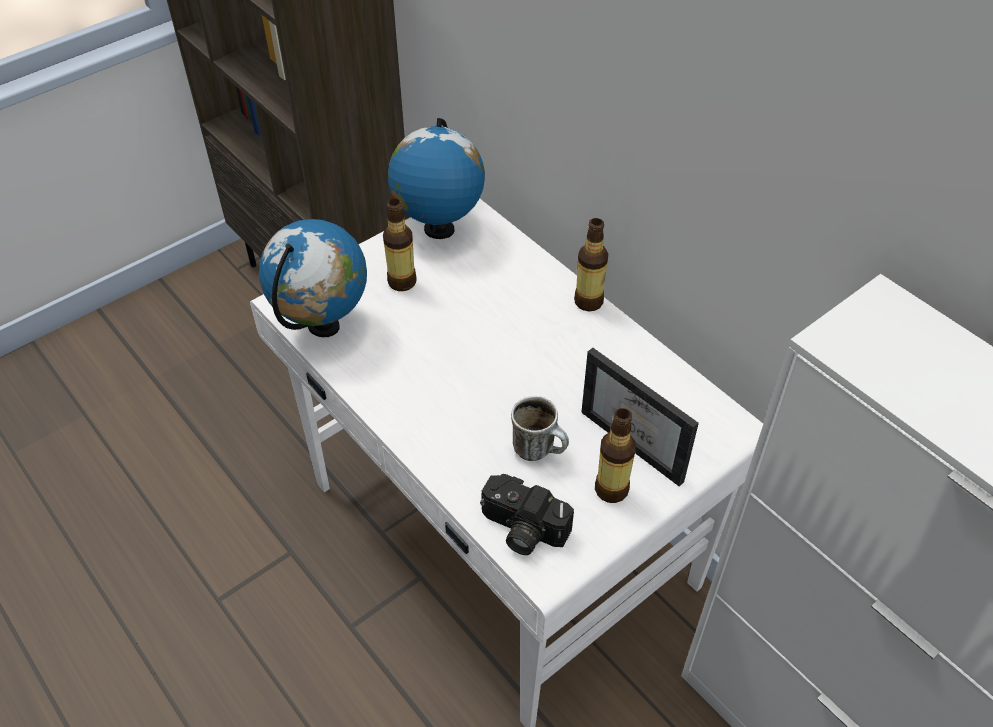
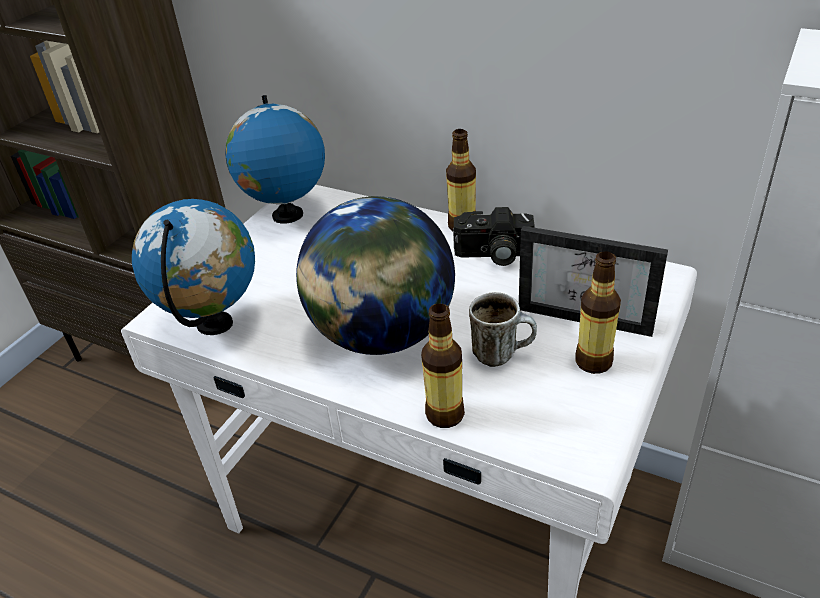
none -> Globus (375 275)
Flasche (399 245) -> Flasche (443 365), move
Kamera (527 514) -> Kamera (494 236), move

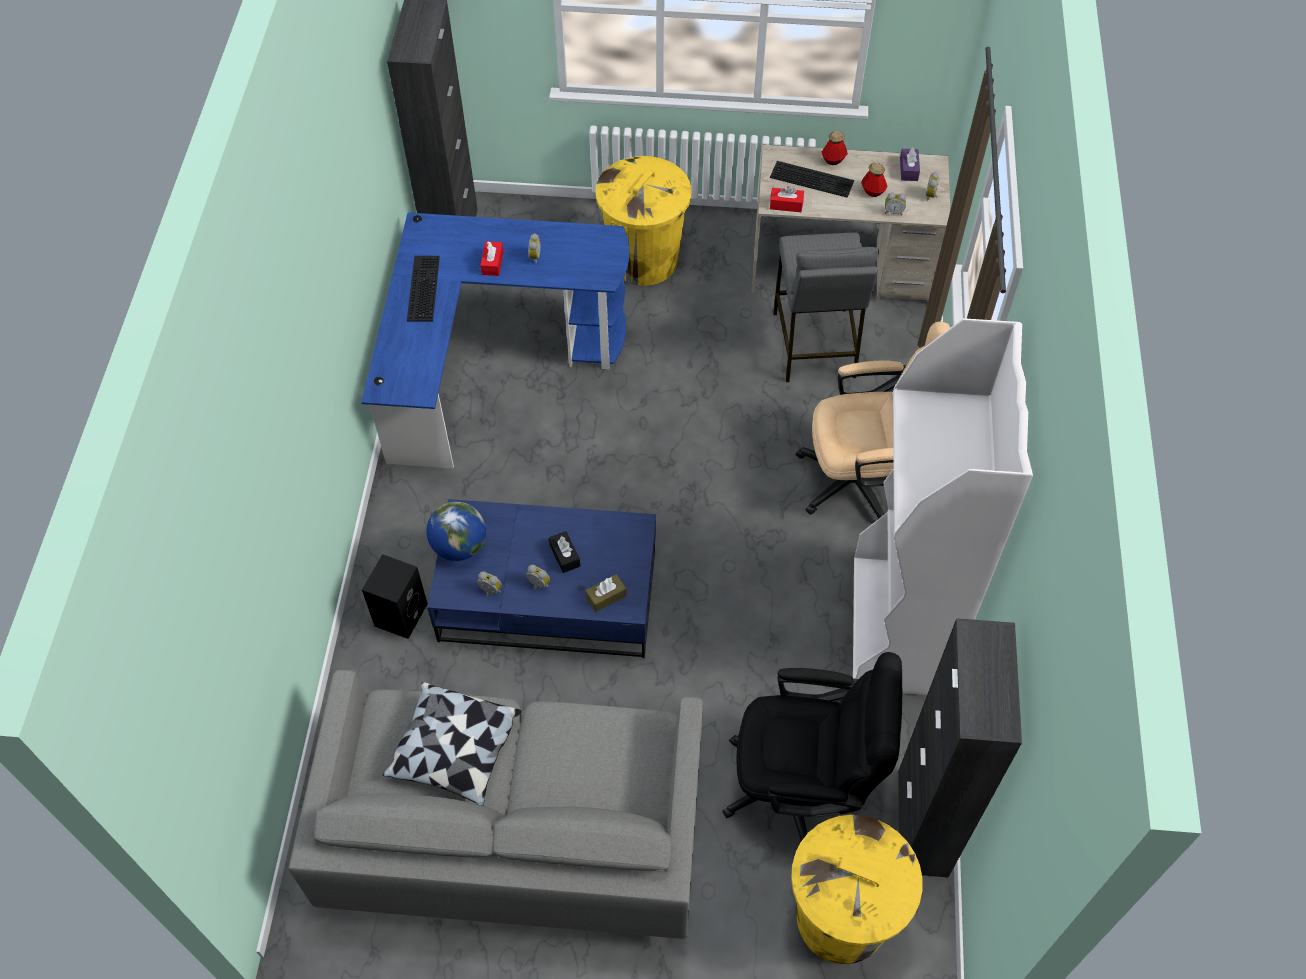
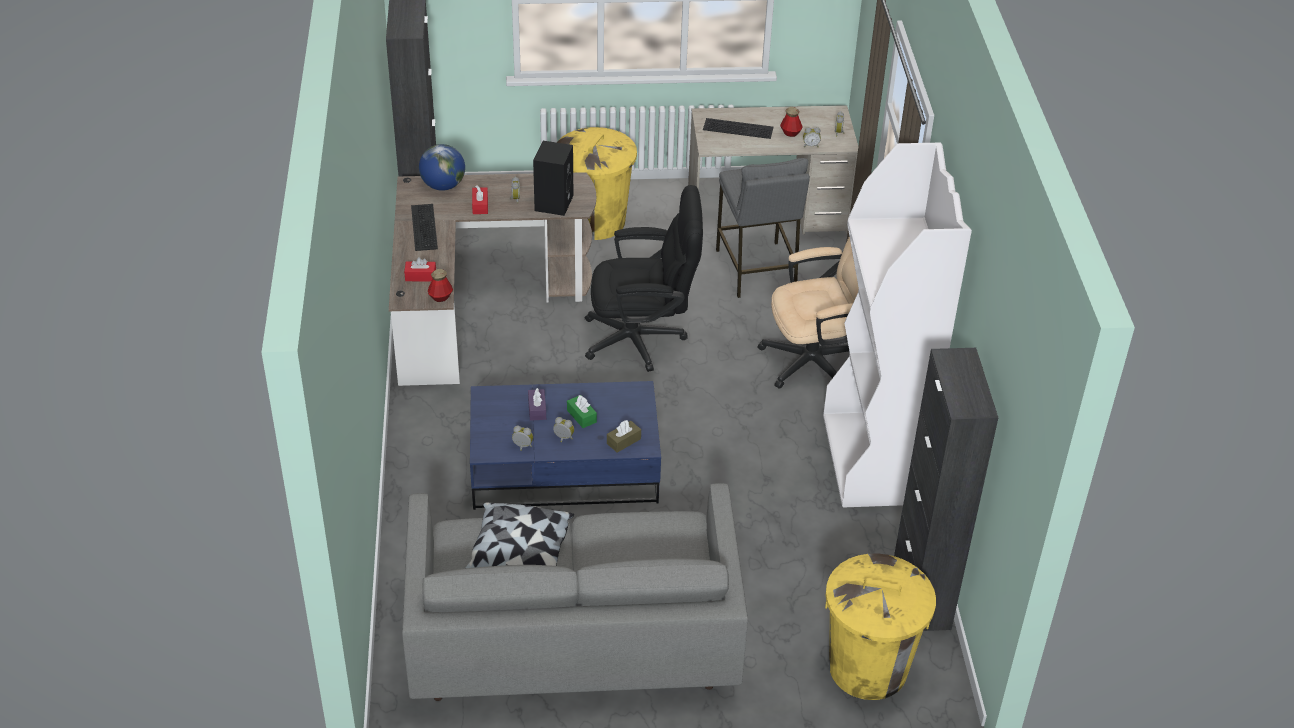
Schreibtisch (blau) (495 340) -> Schreibtisch (braun) (492 279)
Taschentuchbox (rot) (787 199) -> Taschentuchbox (rot) (420 269), move
Globus (456 531) -> Globus (442 167), move
Flasche (835 148) -> Flasche (440 285), move
Taschentuchbox (lila) (910 164) -> Taschentuchbox (lila) (537 404), move
Lautsprecher (schwarz) (394 596) -> Lautsprecher (schwarz) (553 178), move
Taschentuchbox (schwarz) (564 552) -> Taschentuchbox (grün) (582 411)
Bürostuhl (schwarz) (812 747) -> Bürostuhl (schwarz) (644 278), move

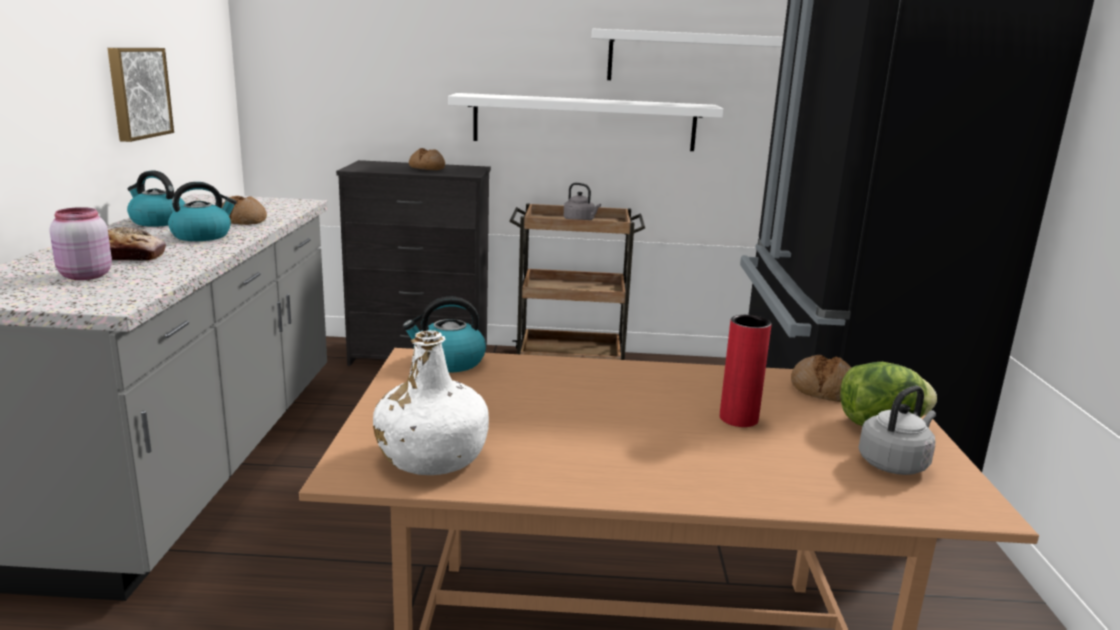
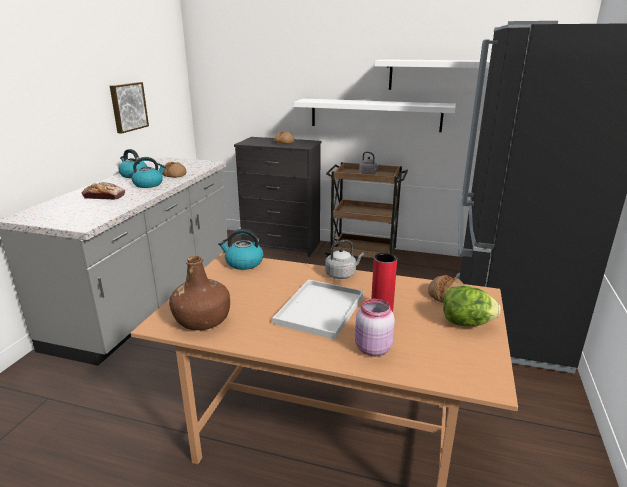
Flasche (weiß) (431 402) -> Flasche (braun) (199 293)
none -> Tablett (weiß) (318 309)
Wasserkessel (grau) (897 430) -> Wasserkessel (grau) (344 259), move
Vorratsglas (rosa) (80 243) -> Vorratsglas (rosa) (375 327), move

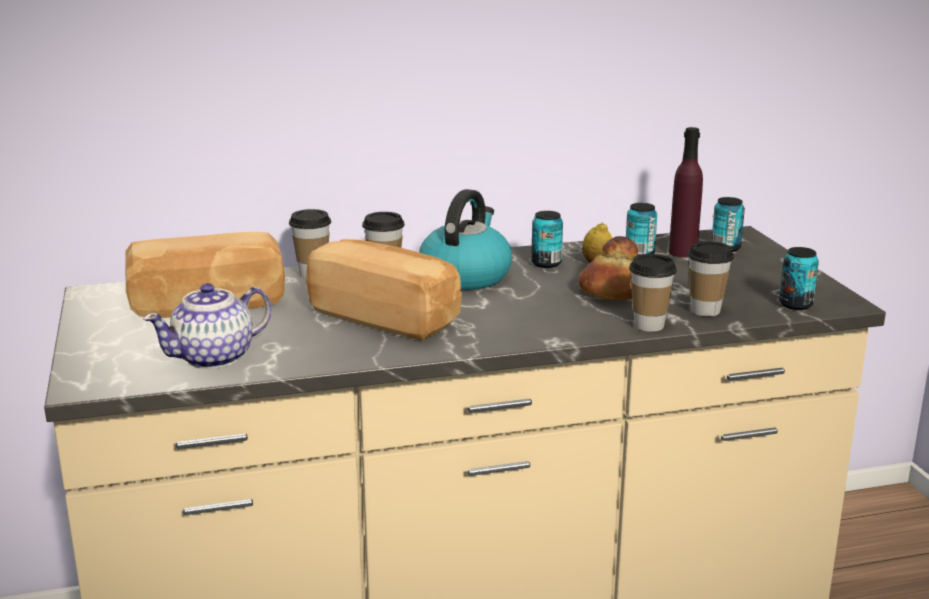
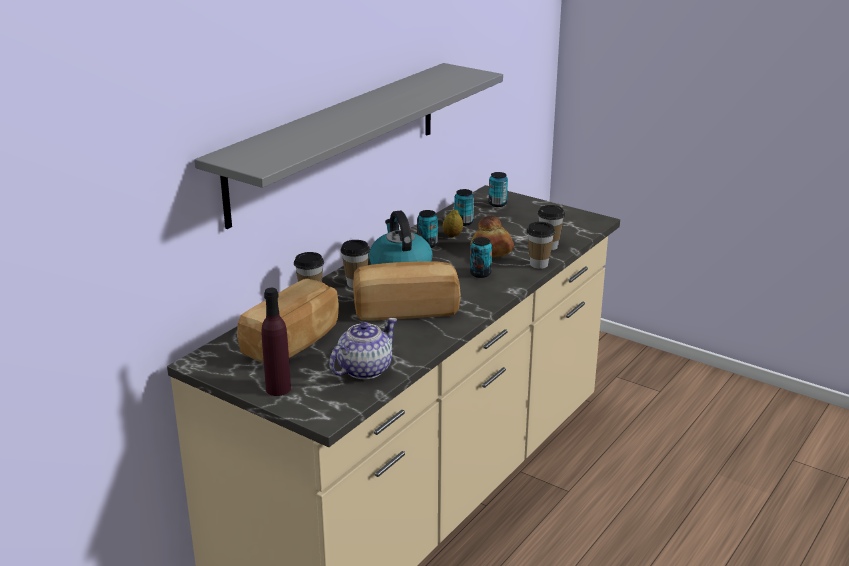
none -> Wandregal (grau) (348 146)
Flasche (lila) (686 192) -> Flasche (lila) (276 342), move
Teekanne (207 326) -> Teekanne (363 348), 150 degrees counterclockwise
Dose (799 278) -> Dose (481 257), move

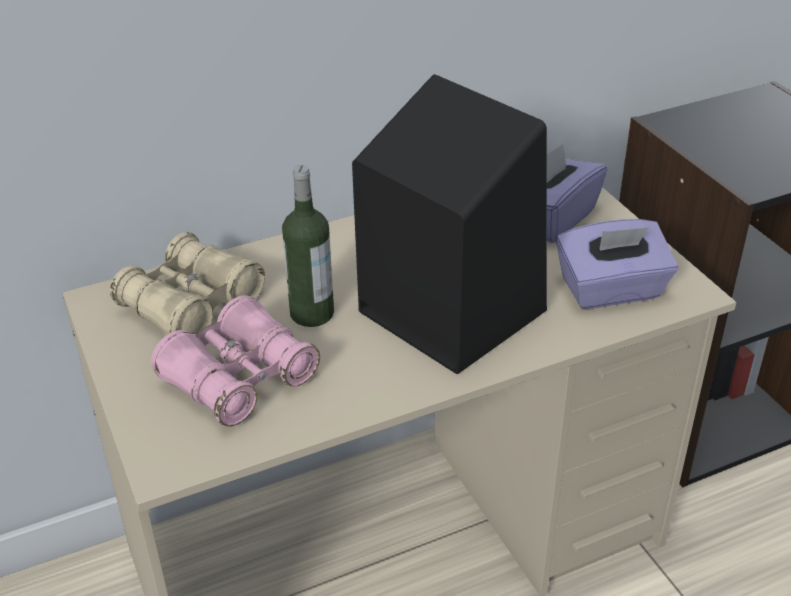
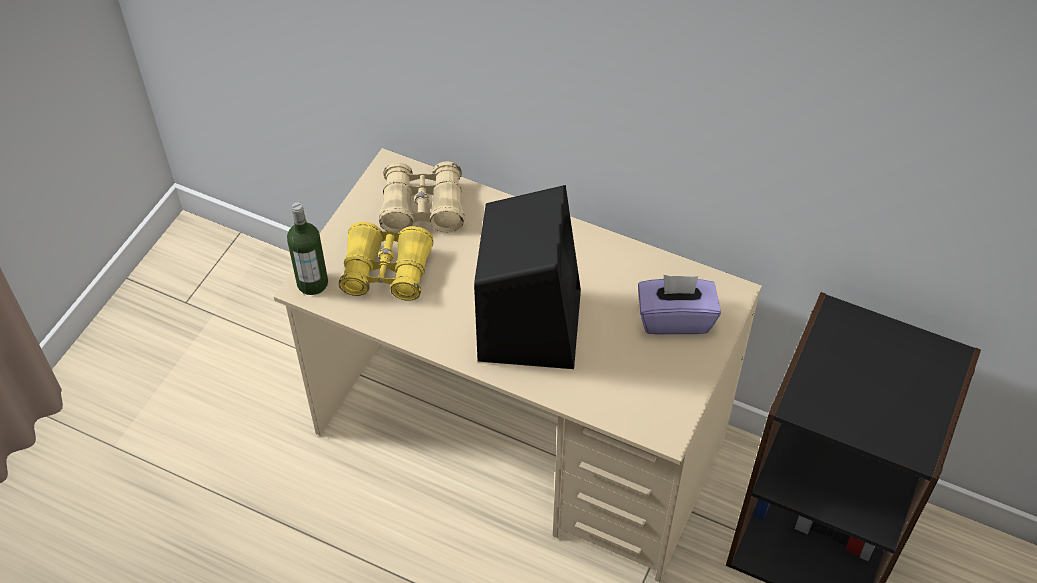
Flasche (308 246) -> Flasche (307 248), move
Fernglas (rosa) (235 361) -> Fernglas (gelb) (386 261)
Taschentuchbox (lila) (617 264) -> none

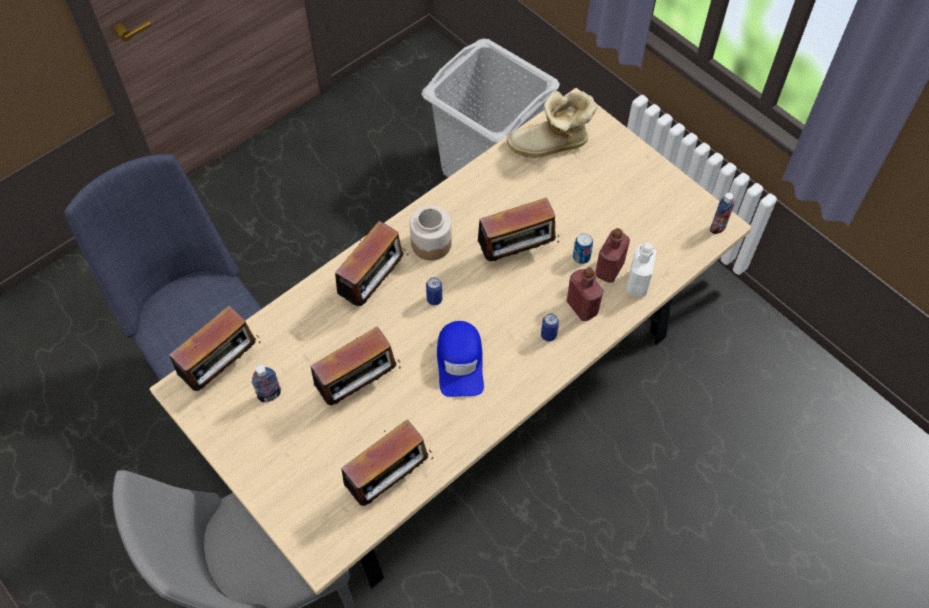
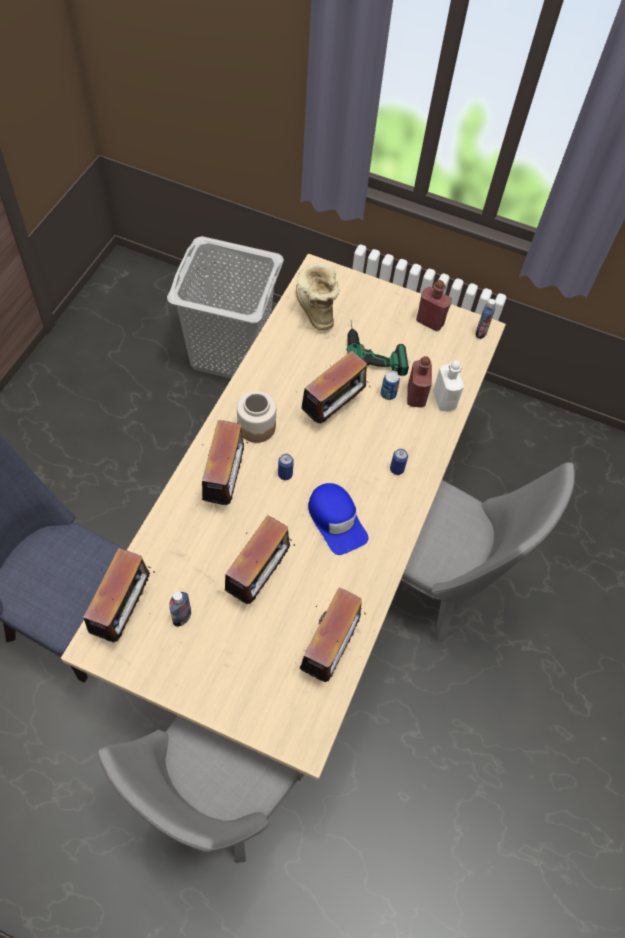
Stiefel (552 124) -> Stiefel (317 296), 105 degrees clockwise
none -> Bohrmaschine (377 348)
none -> Stuhl (grau) (488 552)
Flasche (rot) (585 294) -> Flasche (rot) (434 305), move

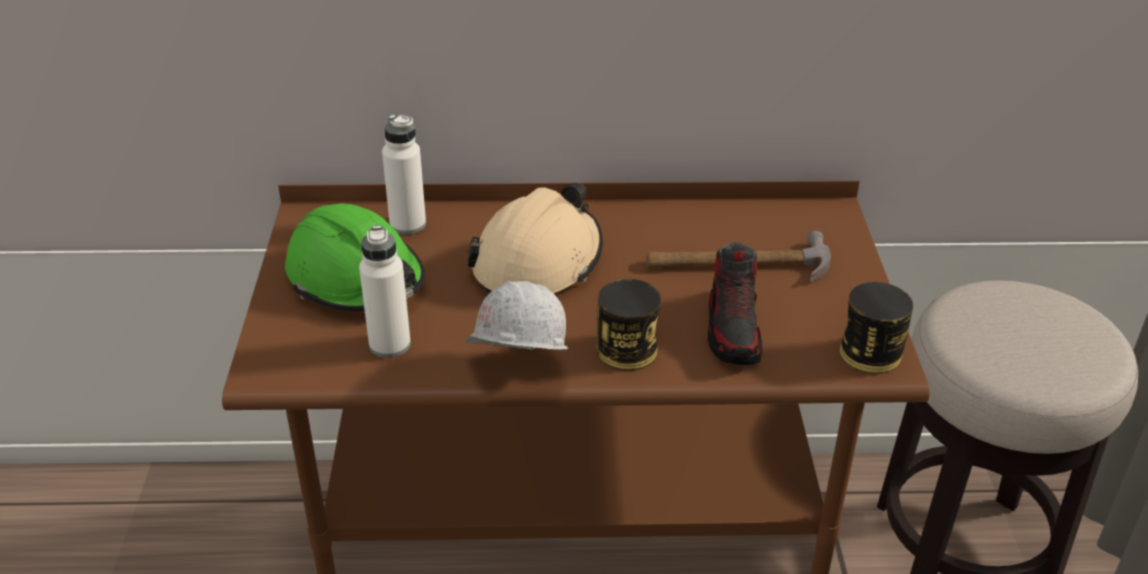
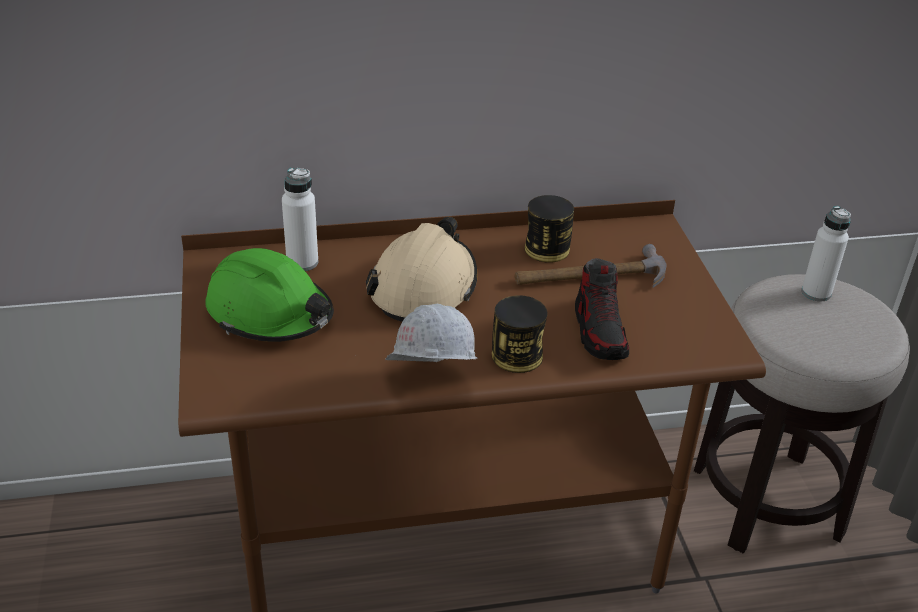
Dose (876 328) -> Dose (549 229), move
Flasche (weiß) (385 291) -> Flasche (weiß) (826 253), move

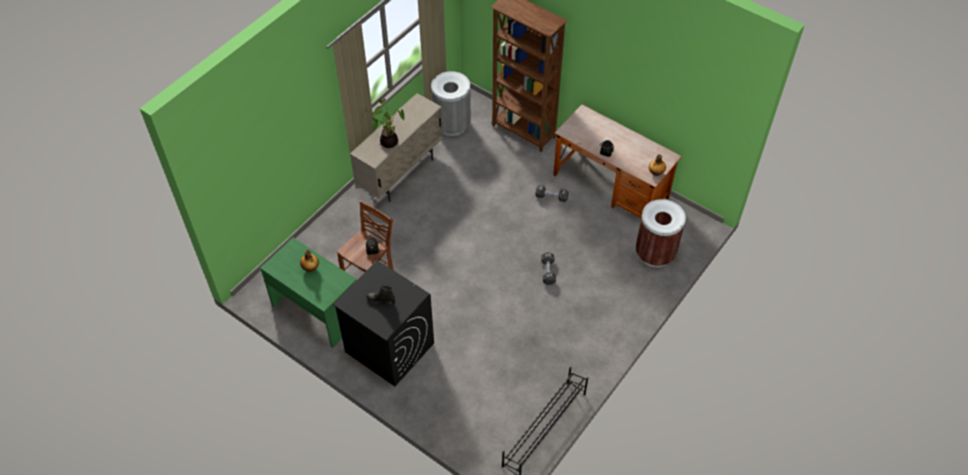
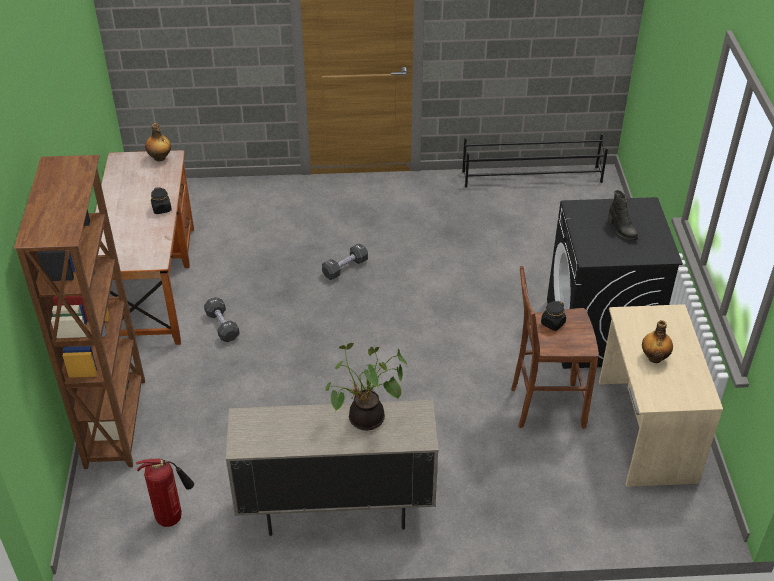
Mülleimer (grau) (451 103) -> Feuerlöscher (165 492)
Schreibtisch (grün) (308 293) -> Schreibtisch (beige) (661 395)
Mülleimer (braun) (660 233) -> none

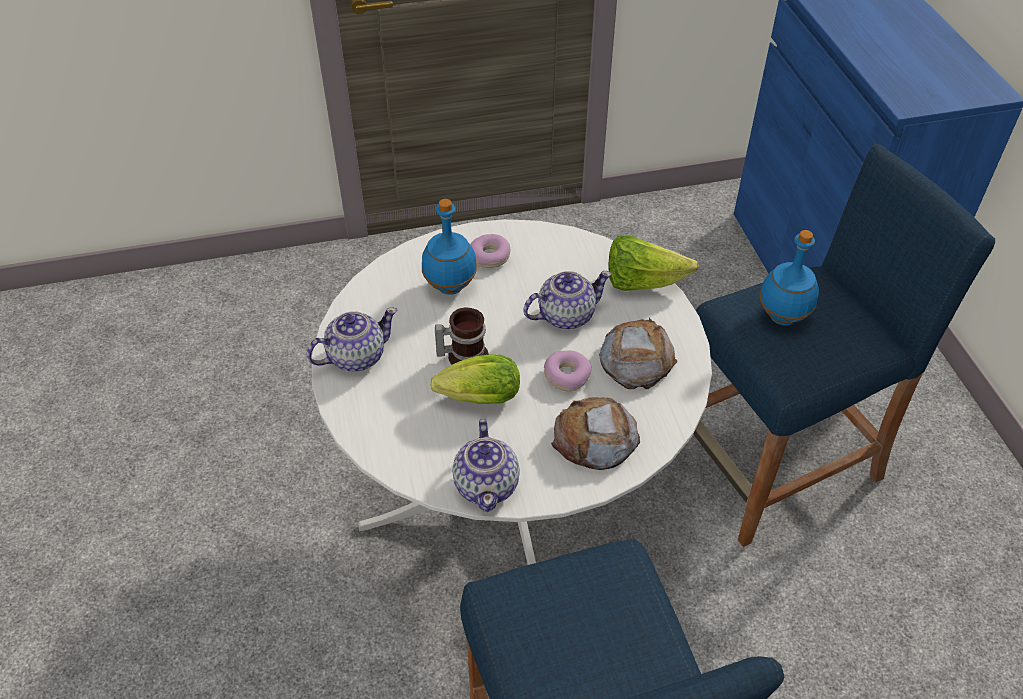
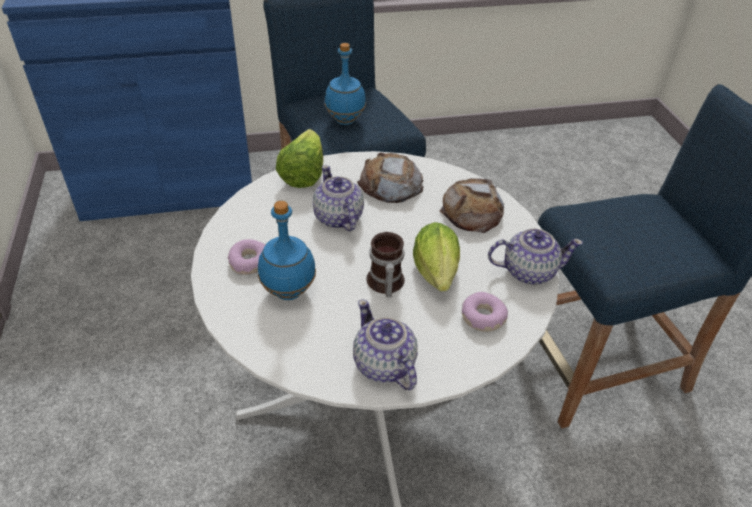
Donut (568 371) -> Donut (485 312), move

